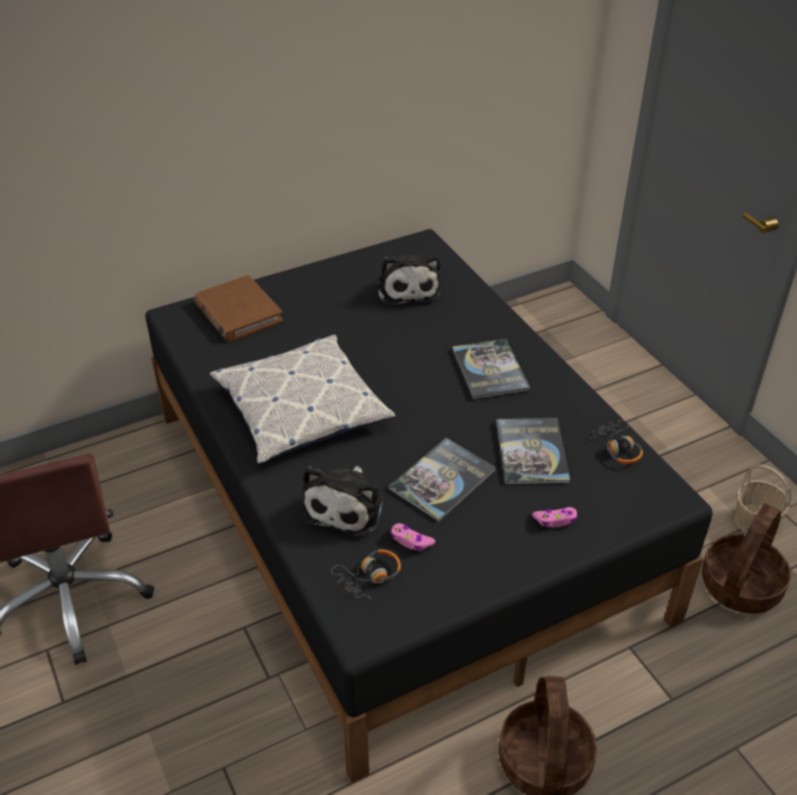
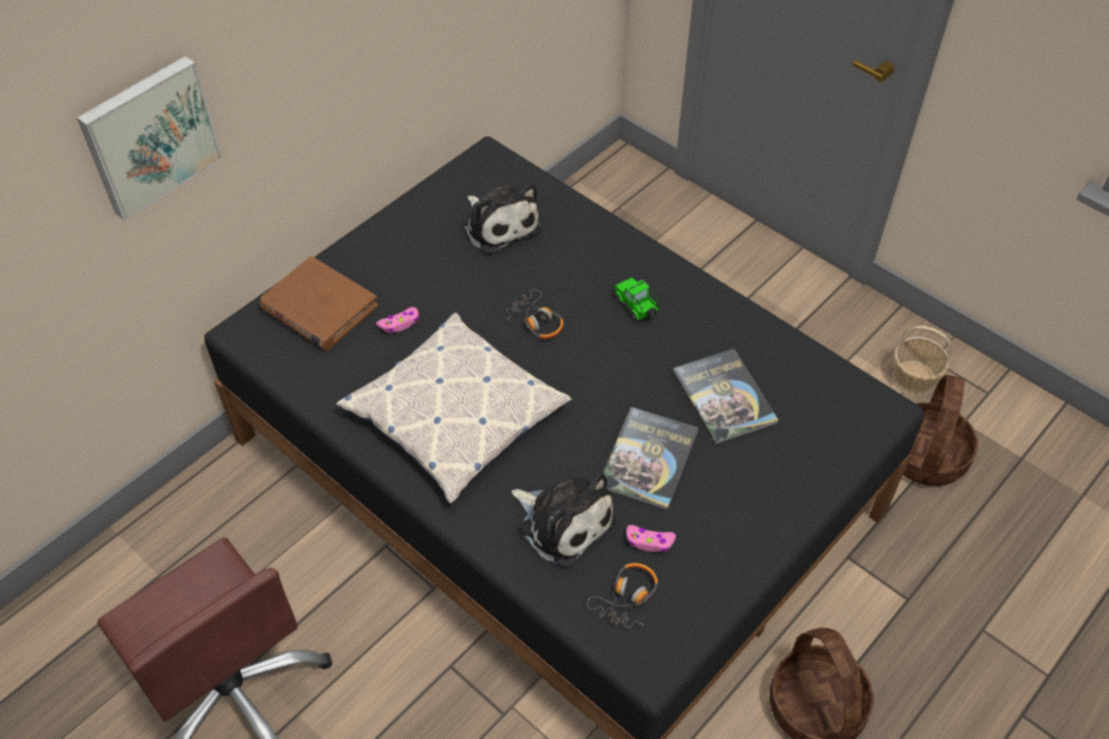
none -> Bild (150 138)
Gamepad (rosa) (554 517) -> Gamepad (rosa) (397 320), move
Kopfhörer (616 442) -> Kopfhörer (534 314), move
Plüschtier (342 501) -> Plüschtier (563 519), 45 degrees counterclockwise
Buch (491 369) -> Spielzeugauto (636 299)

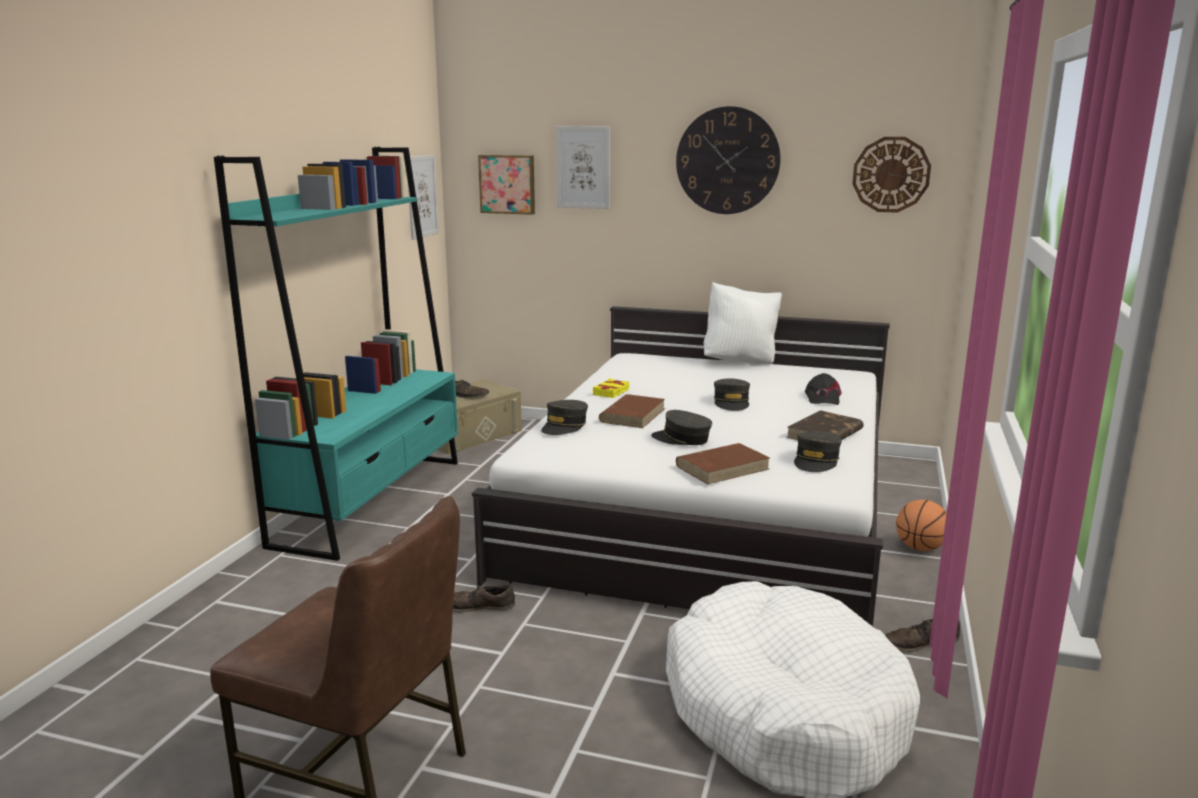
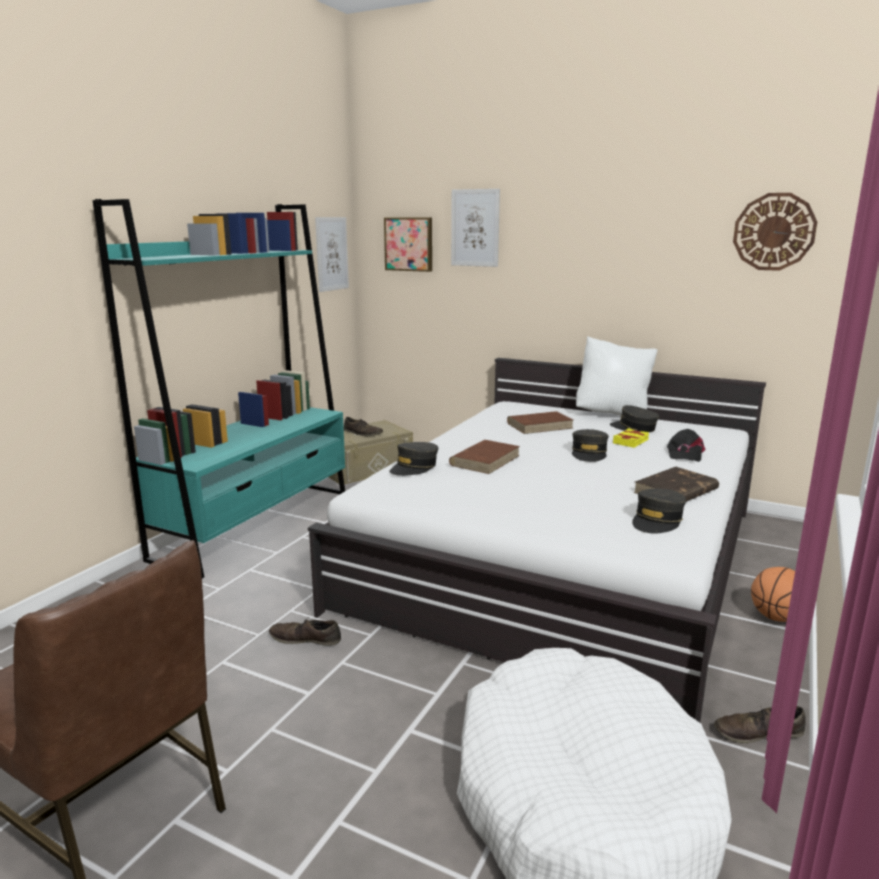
Buch (braun) (723 463) -> Buch (braun) (540 422), move
Kappe (grau) (681 427) -> Kappe (grau) (634 418), move
Buch (gelb) (611 388) -> Buch (gelb) (631 438), move
Wanduhr (728 160) -> none

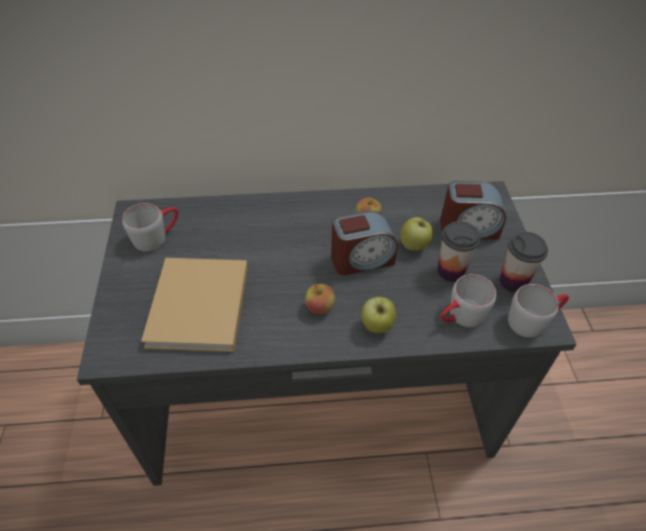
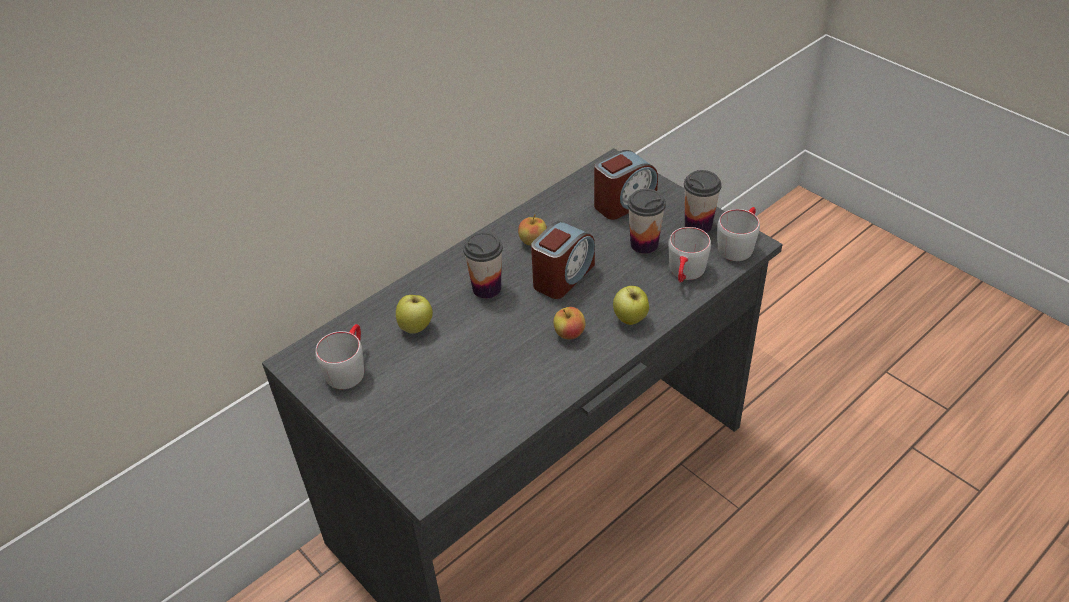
Apfel (416 234) -> Apfel (414 314), move
none -> Tasse (483 265)
Buch (beige) (194 305) -> none

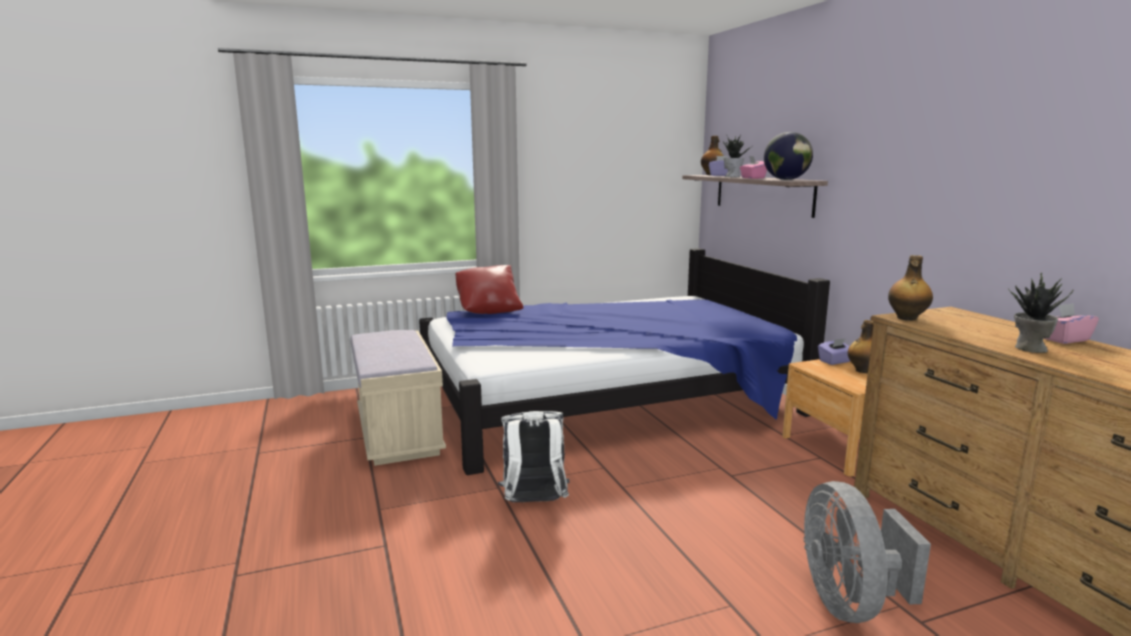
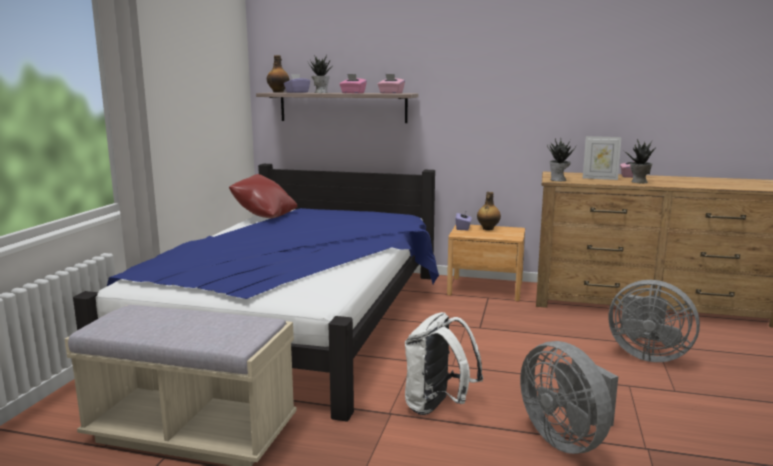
Kissen (rot) (489 289) -> Kissen (rot) (263 196), move
Globus (788 156) -> Taschentuchbox (rosa) (391 84)
none -> Ventilator (grau) (569 397)
Flasche (910 288) -> Topfpflanze (561 159)
none -> Bilderrahmen (602 158)

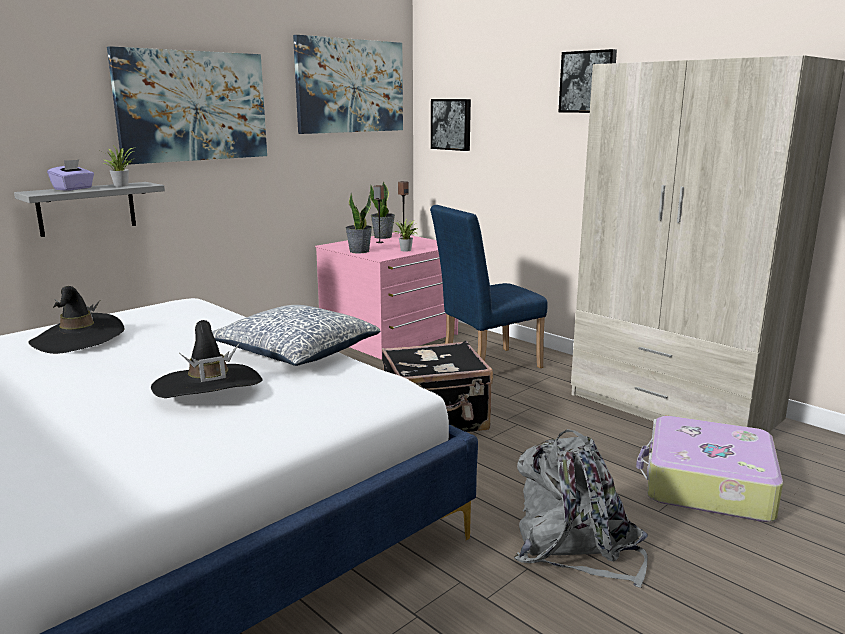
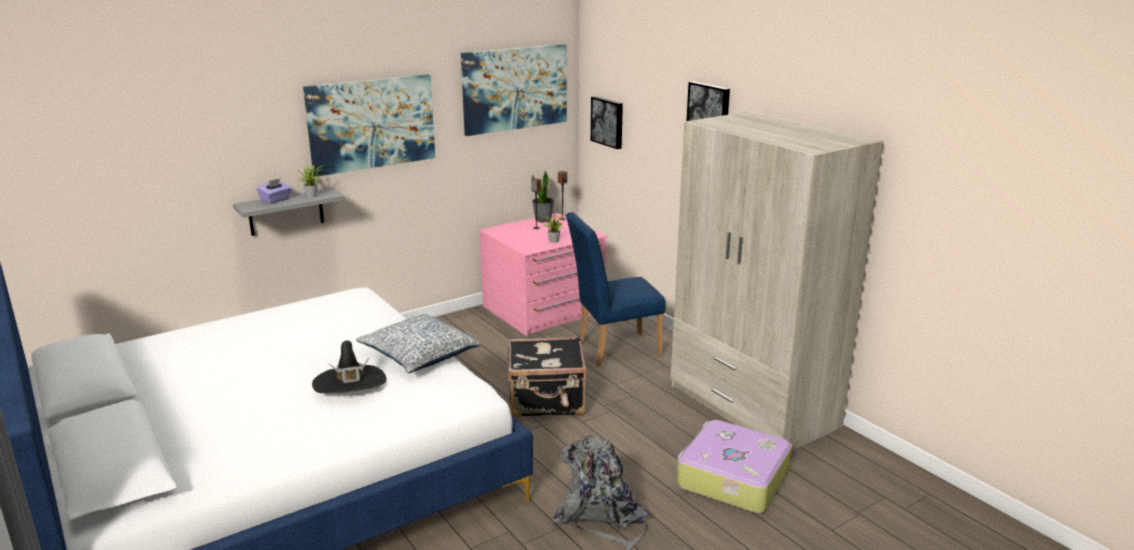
Hut (schwarz) (77 320) -> none
Topfpflanze (358 223) -> none

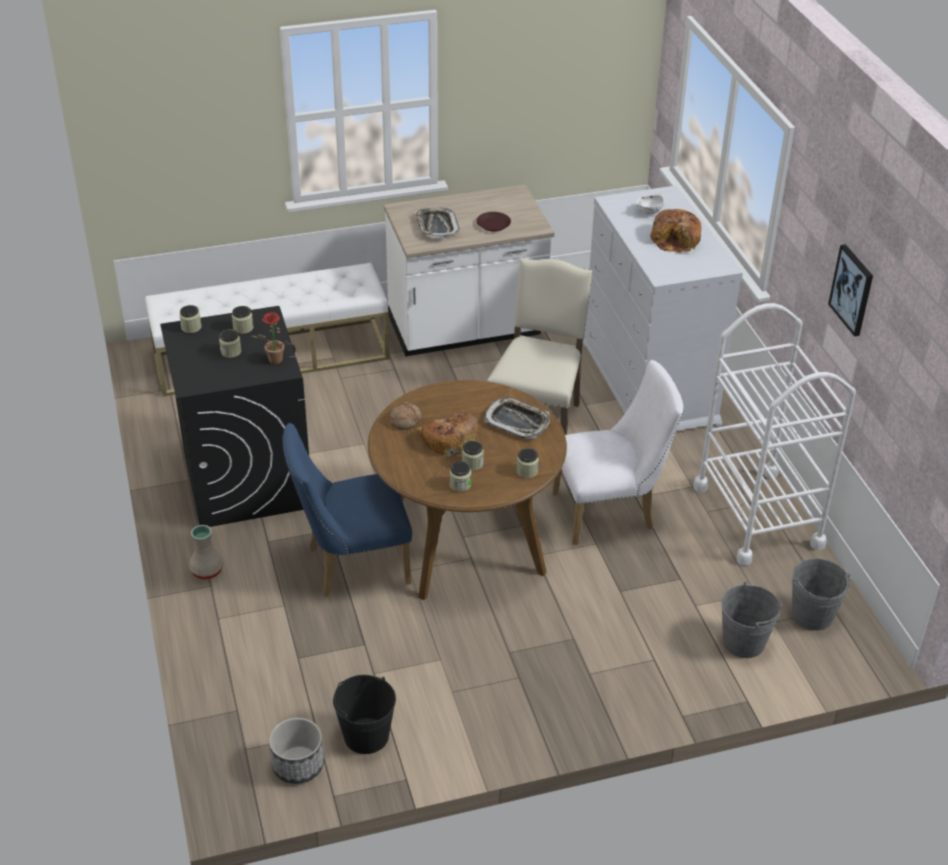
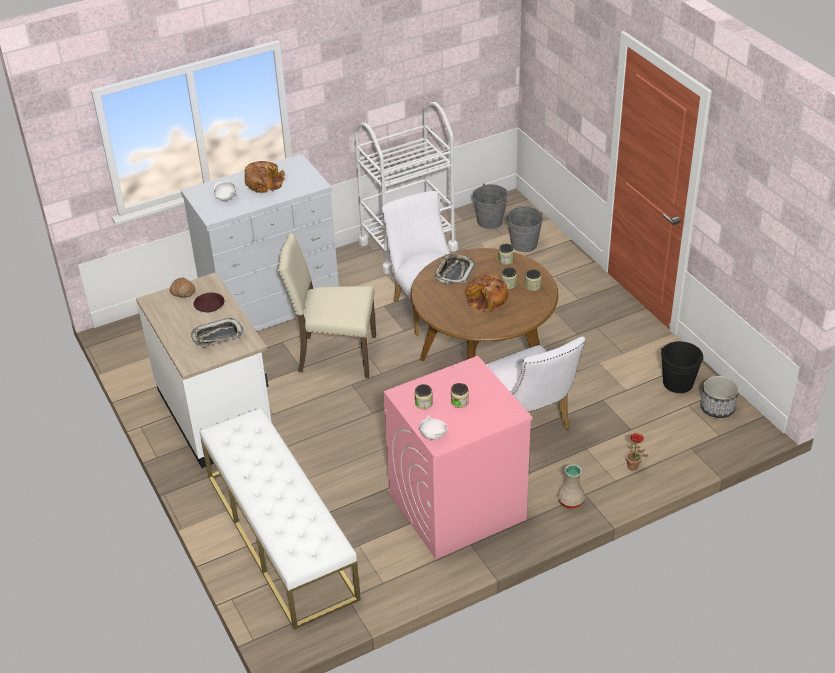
Brot (406 416) -> Brot (182 287), move
Waschmaschine (schwarz) (234 416) -> Waschmaschine (rosa) (458 457)
Vorratsglas (191 319) -> Schüssel (weiß) (433 427)
Stuhl (blau) (347 510) -> Stuhl (weiß) (535 383)
Topfpflanze (270 338) -> Topfpflanze (637 452), move
Bild (850 290) -> none

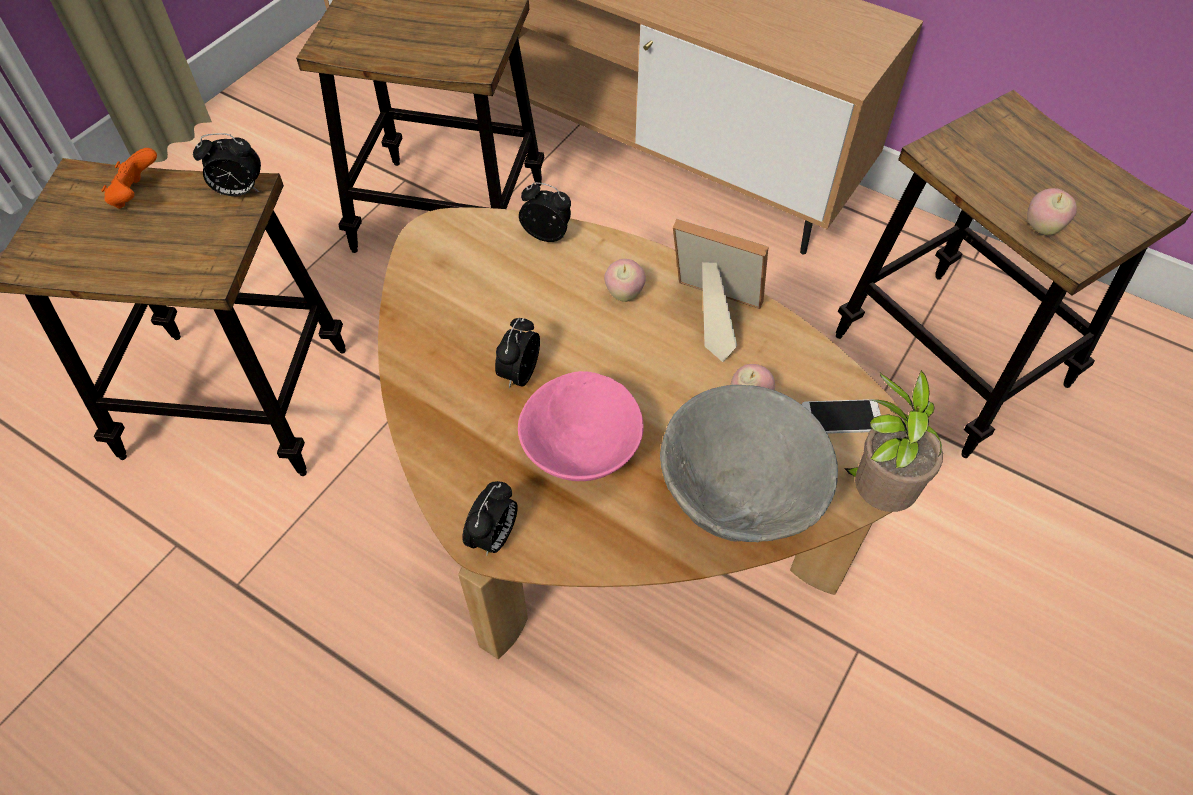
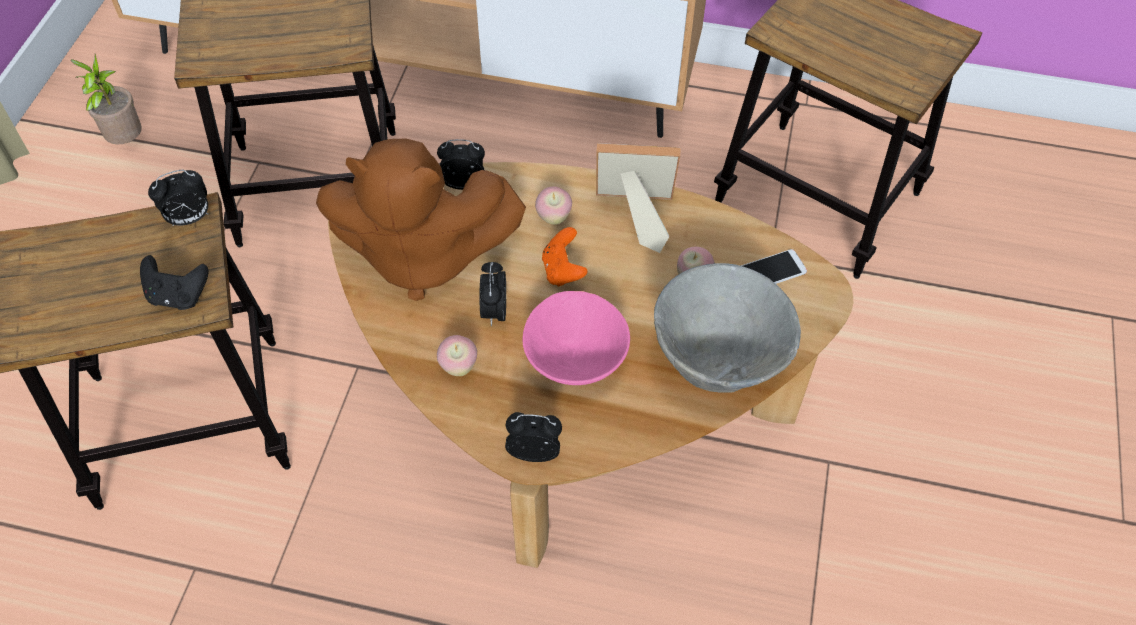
Topfpflanze (893 441) -> Topfpflanze (106 99), move
none -> Gamepad (schwarz) (174 282)
none -> Plüschtier (braun) (421 220)
Apfel (1052 211) -> Apfel (457 355), move
Wecker (490 518) -> Wecker (533 437), 90 degrees counterclockwise
Gamepad (orange) (129 178) -> Gamepad (orange) (564 257), move

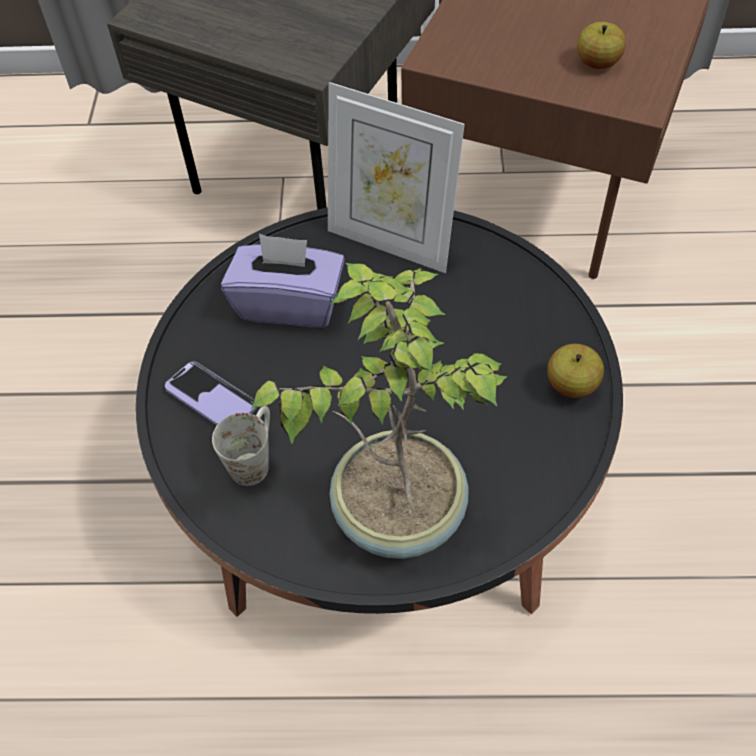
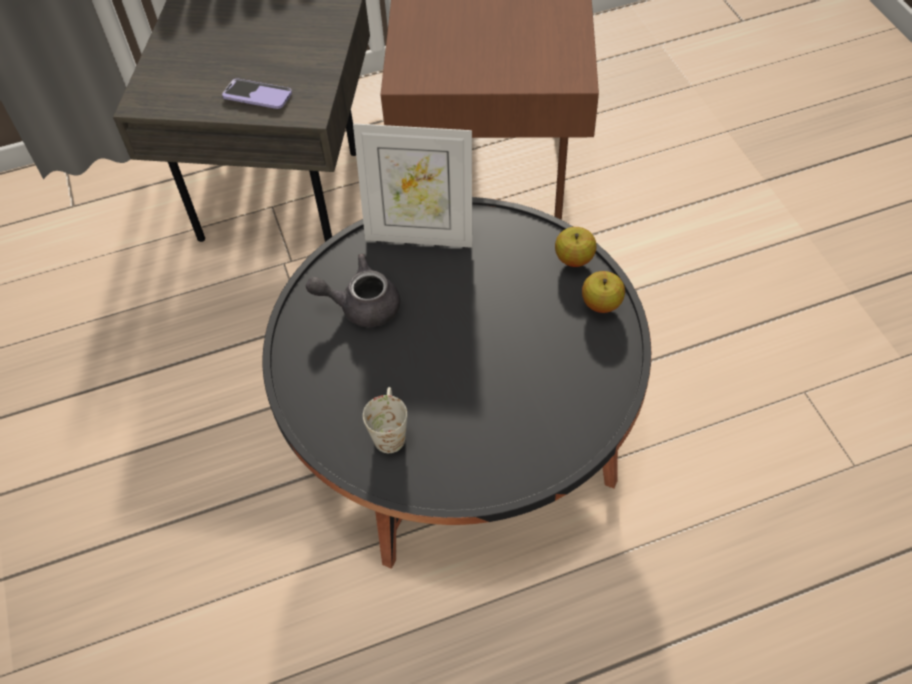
Handy (211 393) -> Handy (257 94), move
Taschentuchbox (lila) (283 280) -> Teekanne (grau) (353 290)
Apfel (601 45) -> Apfel (576 247), move
Topfpflanze (379 411) -> none

